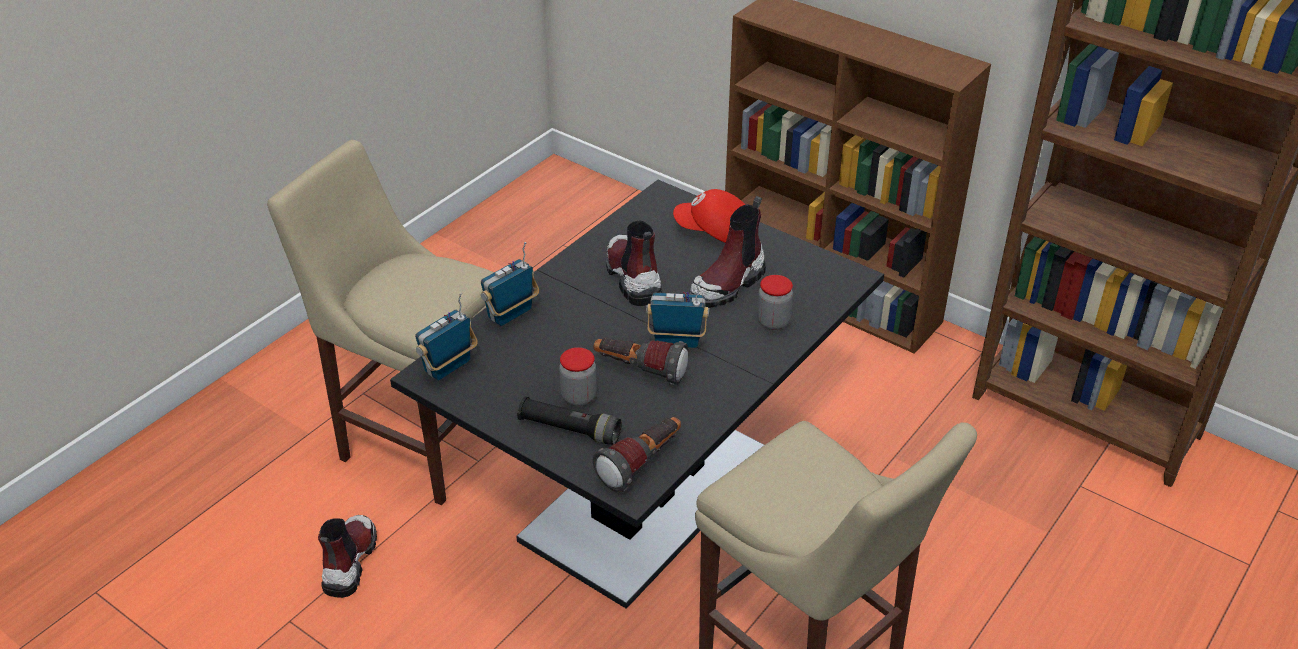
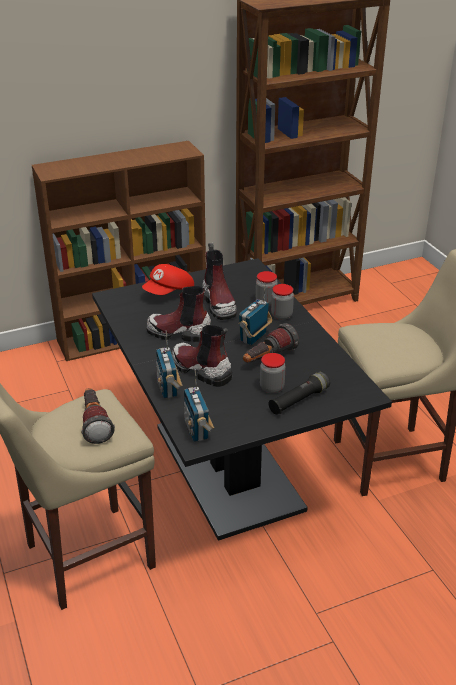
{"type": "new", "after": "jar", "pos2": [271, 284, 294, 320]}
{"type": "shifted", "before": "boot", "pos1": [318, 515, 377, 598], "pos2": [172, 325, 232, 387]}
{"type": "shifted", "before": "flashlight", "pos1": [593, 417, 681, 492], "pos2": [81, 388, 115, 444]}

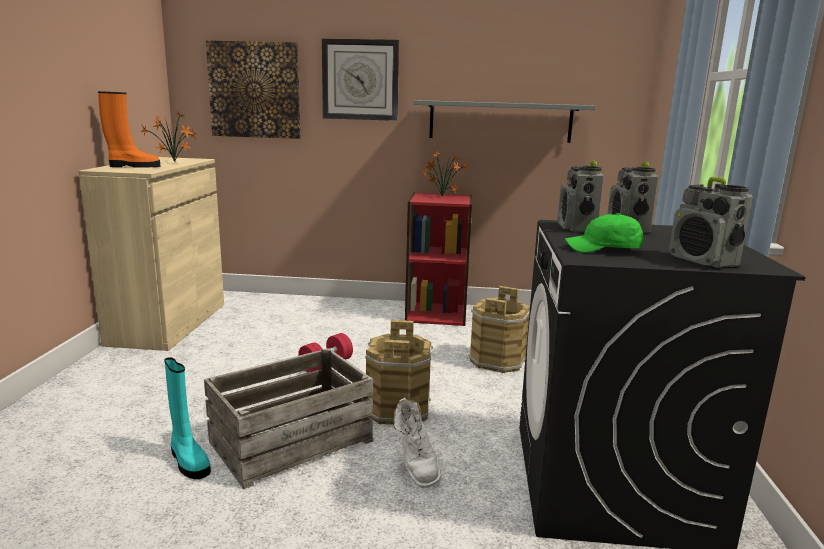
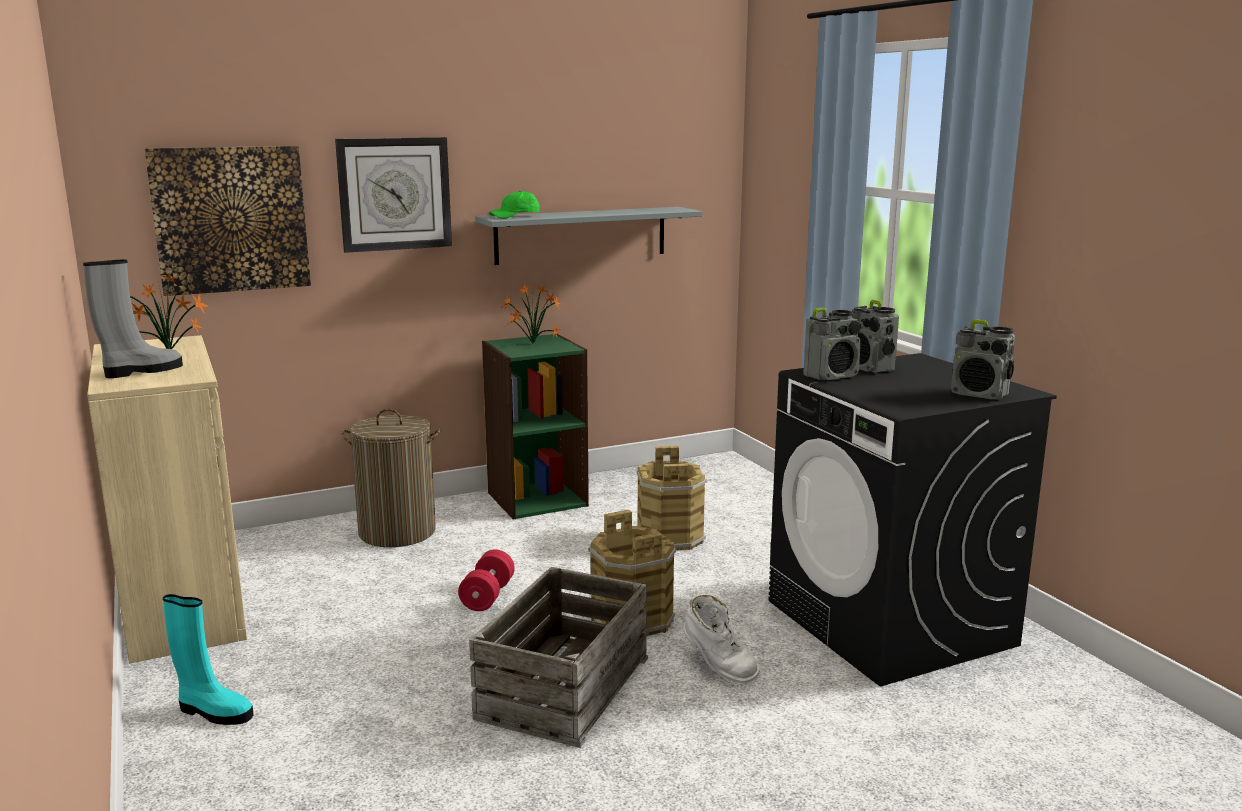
{"type": "new", "after": "laundry basket", "pos2": [341, 409, 440, 547]}
{"type": "shifted", "before": "turquoise boot", "pos1": [164, 357, 211, 479], "pos2": [163, 594, 254, 725]}
{"type": "shifted", "before": "green cap", "pos1": [565, 213, 644, 253], "pos2": [489, 191, 540, 219]}
{"type": "repainted", "before": "orange boot", "after": "grey boot", "pos1": [98, 91, 160, 168], "pos2": [83, 260, 183, 378]}
{"type": "repainted", "before": "red bookcase", "after": "green bookcase", "pos1": [405, 192, 472, 326], "pos2": [482, 334, 589, 520]}
{"type": "rotated", "before": "radio", "pos1": [558, 160, 604, 232], "pos2": [803, 307, 861, 380], "turn": -90}

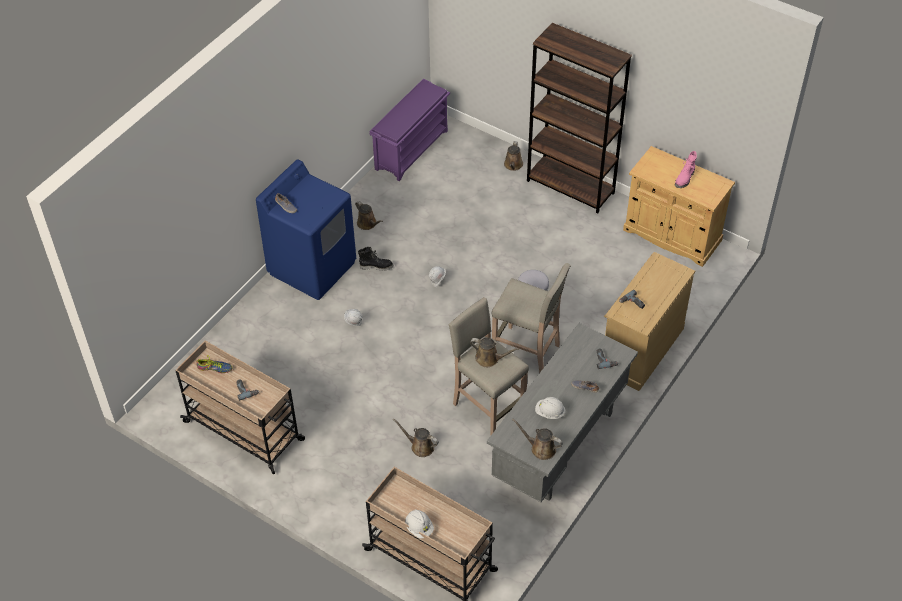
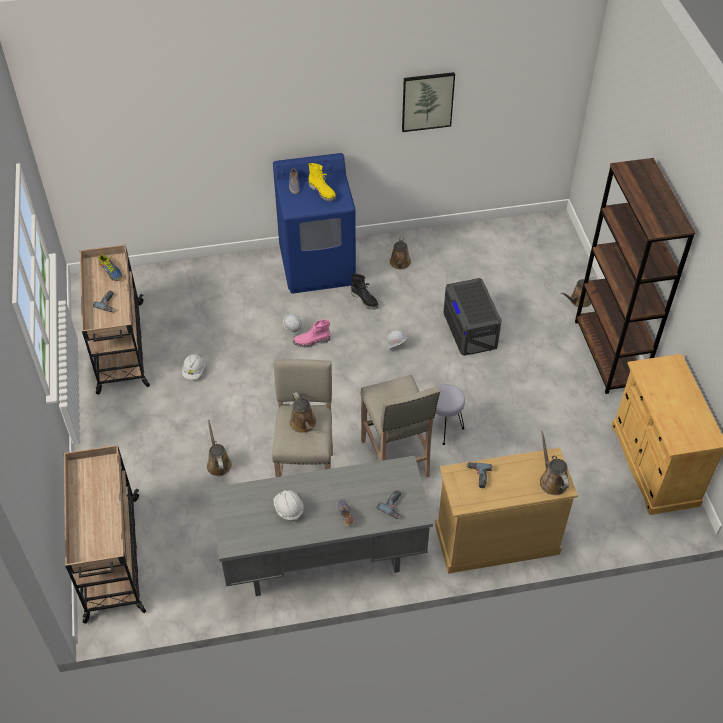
{"type": "gone", "before": "purple shoe rack", "pos1": [369, 79, 450, 181]}
{"type": "new", "after": "yellow boot", "pos2": [308, 163, 336, 201]}
{"type": "new", "after": "picture", "pos2": [402, 72, 455, 132]}
{"type": "new", "after": "grey storage box", "pos2": [443, 278, 502, 356]}
{"type": "shifted", "before": "white hard hat", "pos1": [405, 510, 434, 539], "pos2": [182, 354, 205, 380]}
{"type": "shifted", "before": "brown watering can", "pos1": [512, 419, 563, 460], "pos2": [540, 431, 569, 495]}
{"type": "shifted", "before": "pink boot", "pos1": [675, 151, 697, 188], "pos2": [293, 320, 330, 348]}

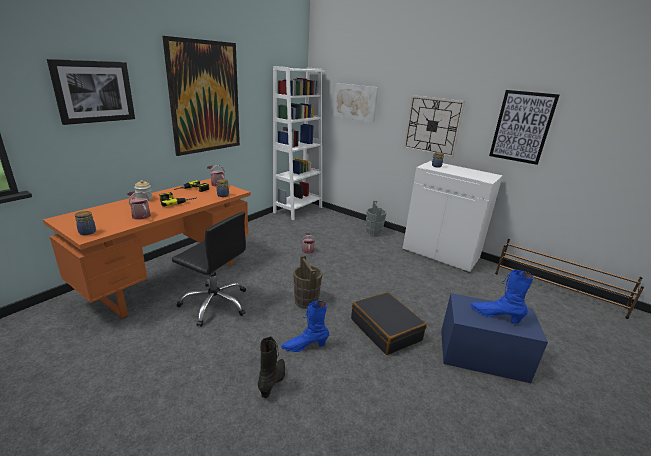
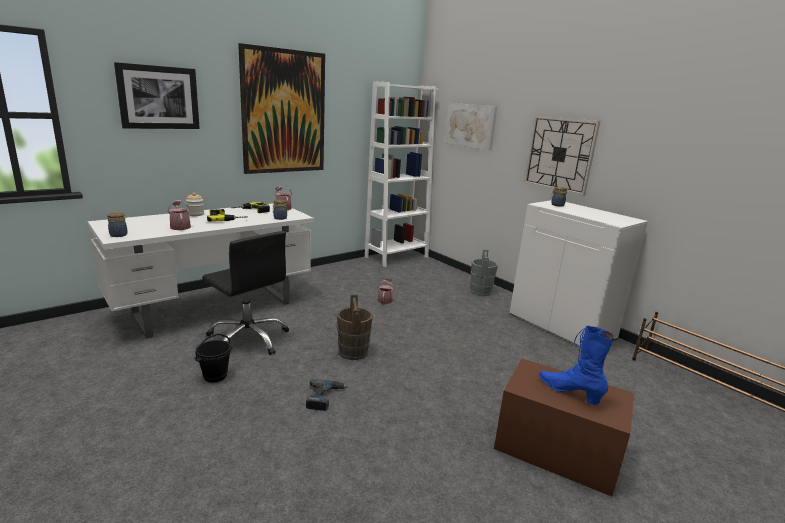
{"type": "gone", "before": "black boot", "pos1": [258, 336, 285, 398]}
{"type": "gone", "before": "black suitcase", "pos1": [351, 292, 427, 355]}
{"type": "gone", "before": "picture", "pos1": [489, 90, 560, 165]}
{"type": "new", "after": "black bucket", "pos2": [194, 334, 232, 383]}
{"type": "swapped", "before": "blue boot", "after": "power drill", "pos1": [281, 300, 329, 352], "pos2": [306, 379, 348, 411]}
{"type": "repainted", "before": "orange desk", "after": "white desk", "pos1": [43, 178, 251, 319], "pos2": [88, 203, 314, 338]}
{"type": "repainted", "before": "blue storage box", "after": "brown storage box", "pos1": [441, 293, 548, 383], "pos2": [494, 358, 634, 497]}

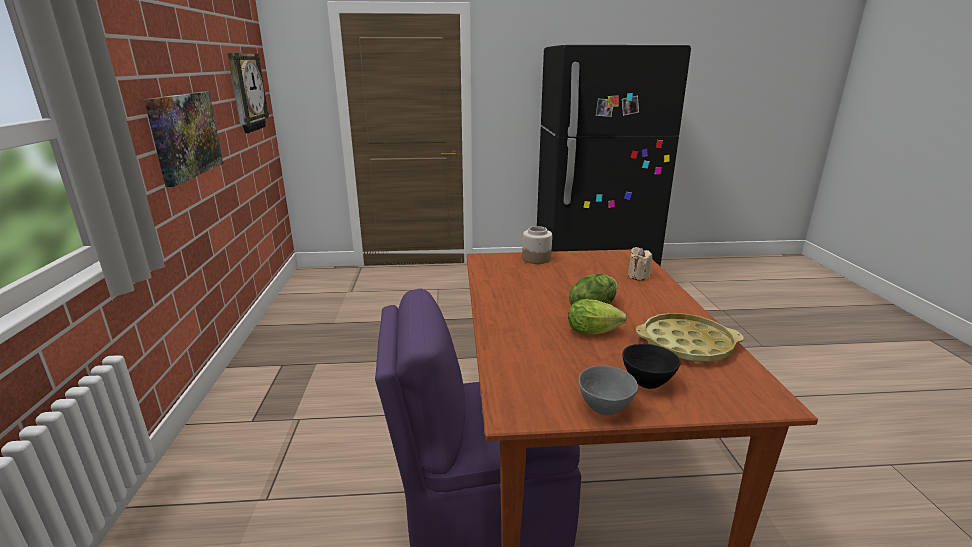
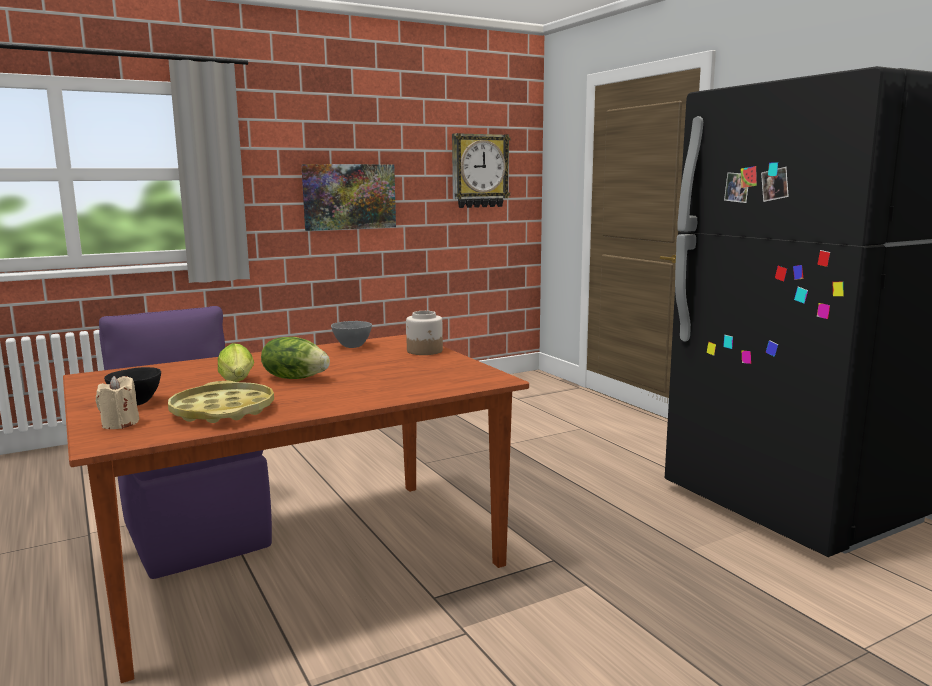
{"type": "shifted", "before": "grey bowl", "pos1": [579, 365, 638, 415], "pos2": [331, 321, 372, 348]}
{"type": "shifted", "before": "beige candle", "pos1": [628, 247, 652, 280], "pos2": [96, 376, 139, 429]}

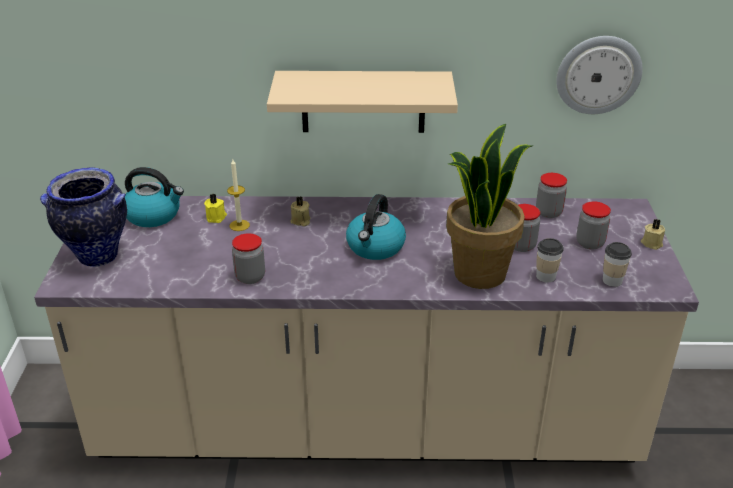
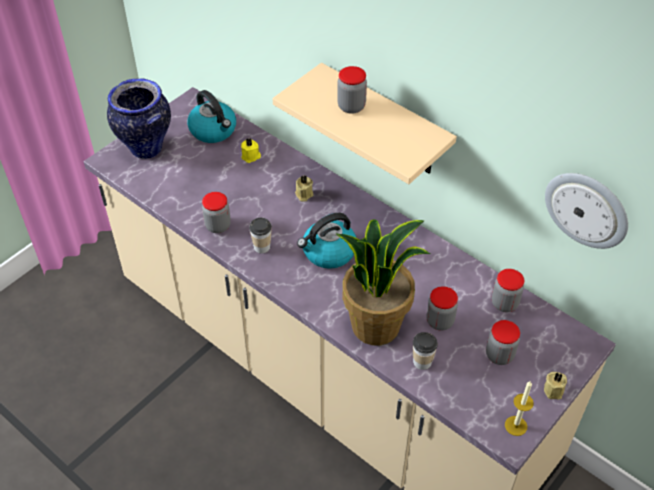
{"type": "new", "after": "jar", "pos2": [337, 66, 367, 114]}
{"type": "shifted", "before": "candle", "pos1": [227, 159, 250, 231], "pos2": [505, 381, 534, 436]}
{"type": "shifted", "before": "cup", "pos1": [603, 242, 632, 287], "pos2": [249, 217, 272, 254]}

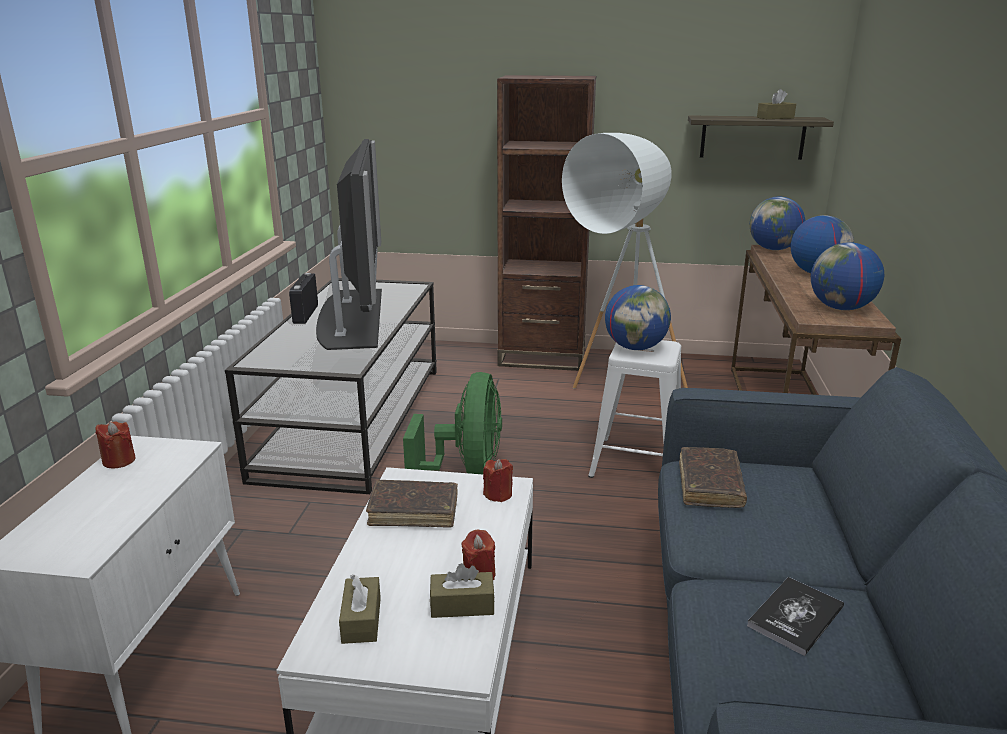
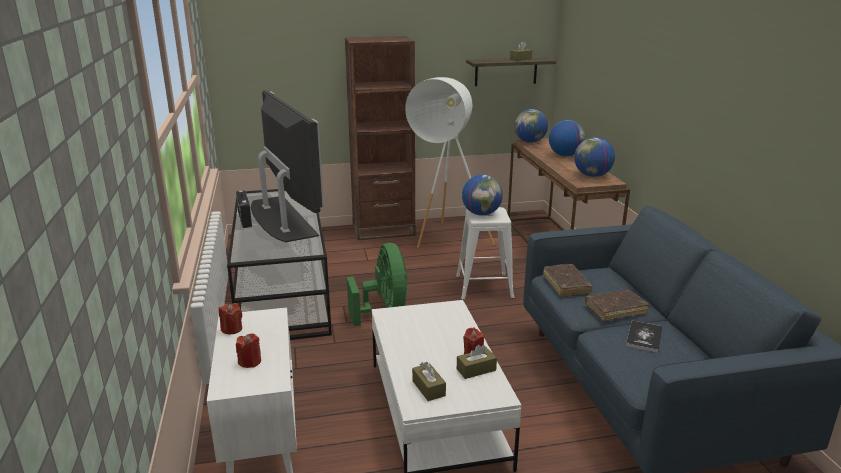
{"type": "shifted", "before": "brown book", "pos1": [366, 480, 458, 528], "pos2": [585, 290, 649, 322]}
{"type": "shifted", "before": "red candle", "pos1": [483, 459, 513, 502], "pos2": [236, 333, 261, 368]}

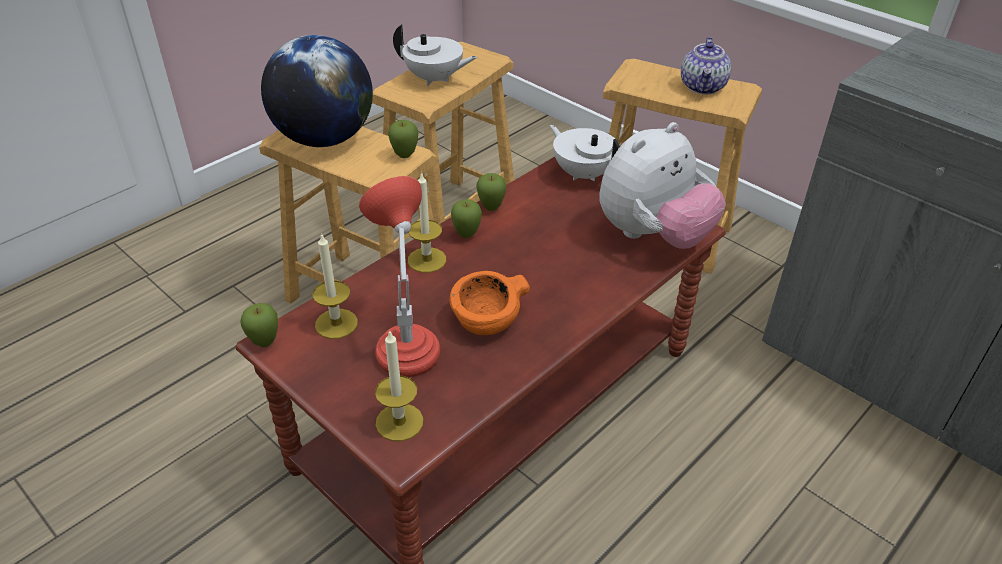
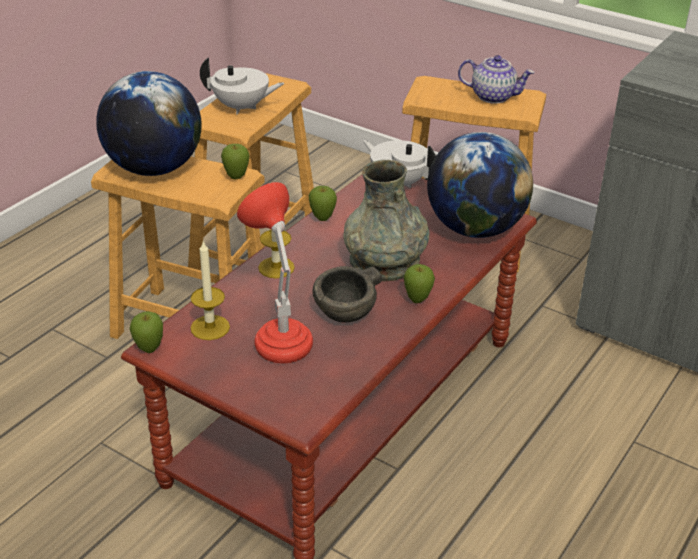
{"type": "gone", "before": "candle", "pos1": [375, 330, 424, 441]}
{"type": "new", "after": "grey vase", "pos2": [344, 160, 429, 281]}
{"type": "shifted", "before": "apple", "pos1": [451, 199, 482, 238], "pos2": [404, 264, 435, 303]}
{"type": "swapped", "before": "plush toy", "after": "globe", "pos1": [599, 122, 726, 249], "pos2": [427, 132, 533, 238]}
{"type": "repainted", "before": "orange bowl", "after": "grey bowl", "pos1": [450, 271, 530, 335], "pos2": [313, 266, 382, 323]}
{"type": "rotated", "before": "teapot", "pos1": [681, 37, 731, 94], "pos2": [458, 55, 535, 104], "turn": -75}

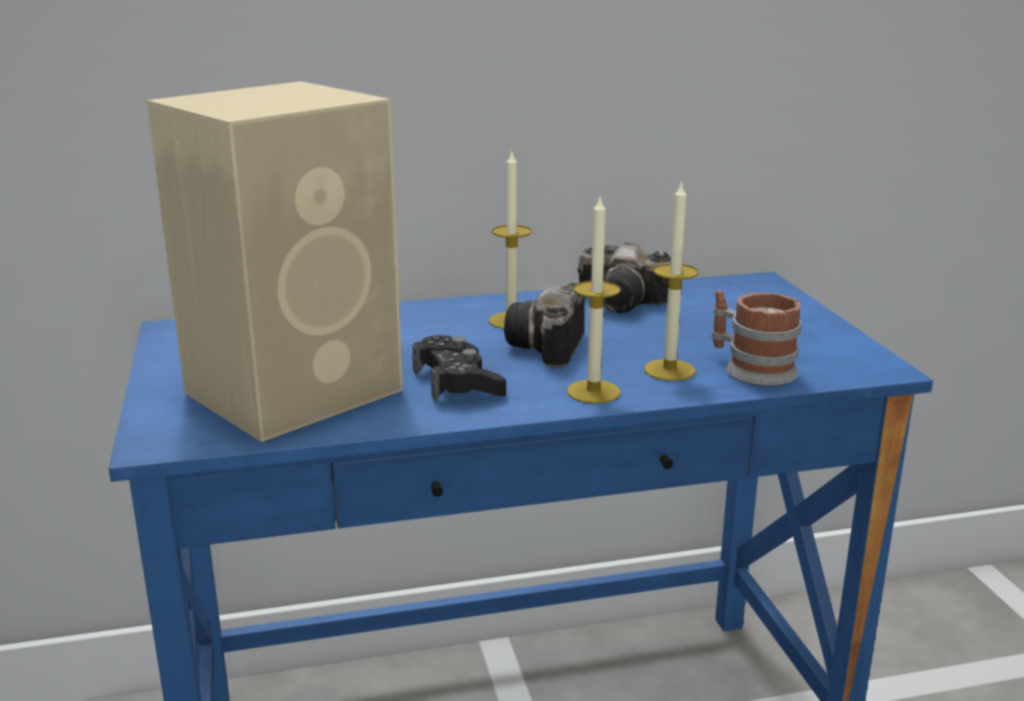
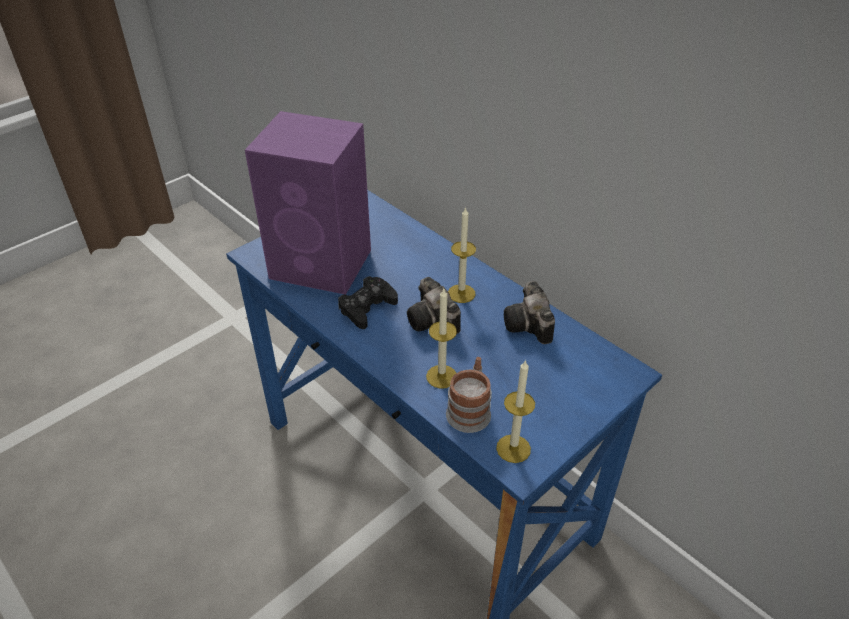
{"type": "shifted", "before": "candle", "pos1": [567, 194, 621, 404], "pos2": [496, 360, 535, 463]}
{"type": "repainted", "before": "beige speaker", "after": "purple speaker", "pos1": [147, 81, 403, 442], "pos2": [245, 111, 371, 294]}
{"type": "rotated", "before": "photo camera", "pos1": [504, 283, 585, 368], "pos2": [407, 277, 461, 334], "turn": -105}

